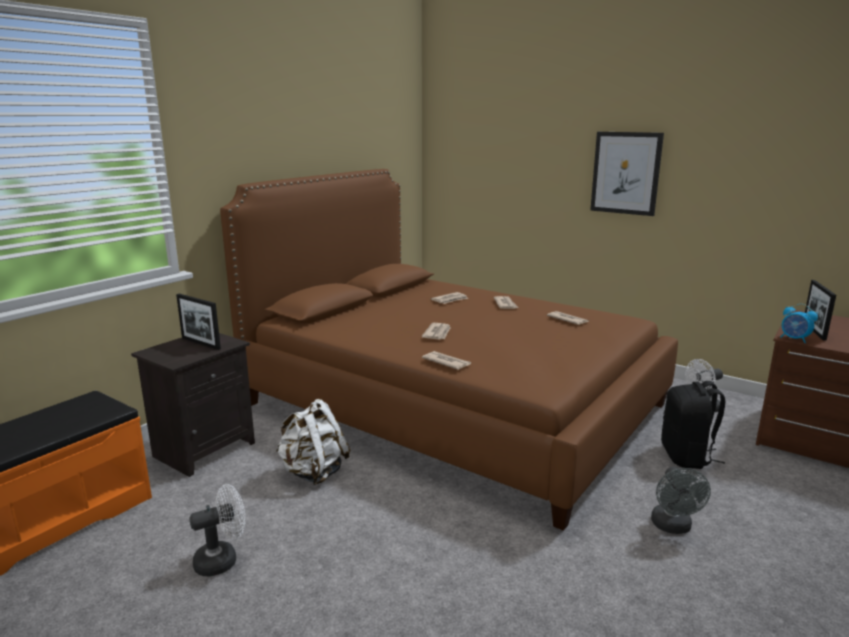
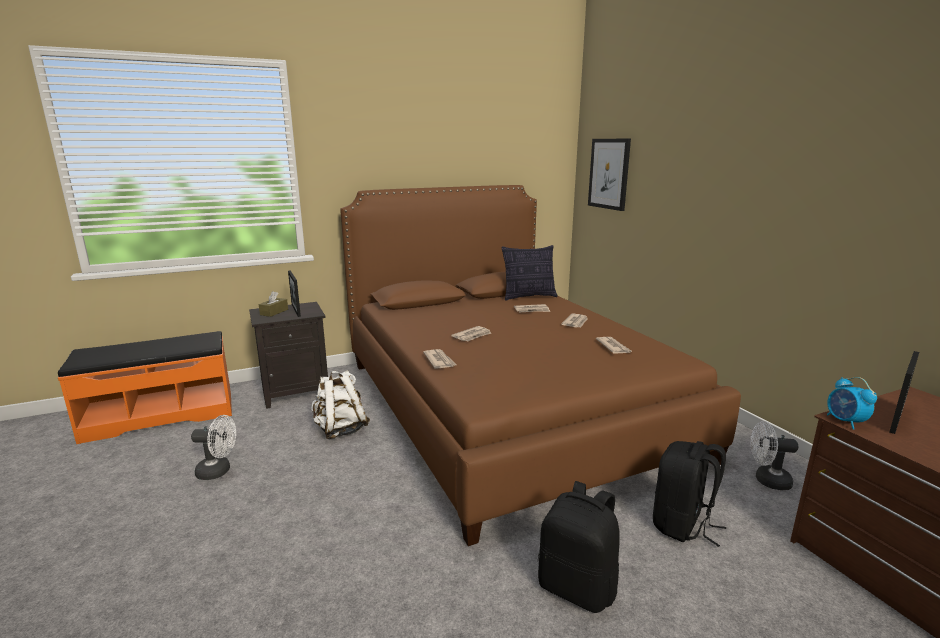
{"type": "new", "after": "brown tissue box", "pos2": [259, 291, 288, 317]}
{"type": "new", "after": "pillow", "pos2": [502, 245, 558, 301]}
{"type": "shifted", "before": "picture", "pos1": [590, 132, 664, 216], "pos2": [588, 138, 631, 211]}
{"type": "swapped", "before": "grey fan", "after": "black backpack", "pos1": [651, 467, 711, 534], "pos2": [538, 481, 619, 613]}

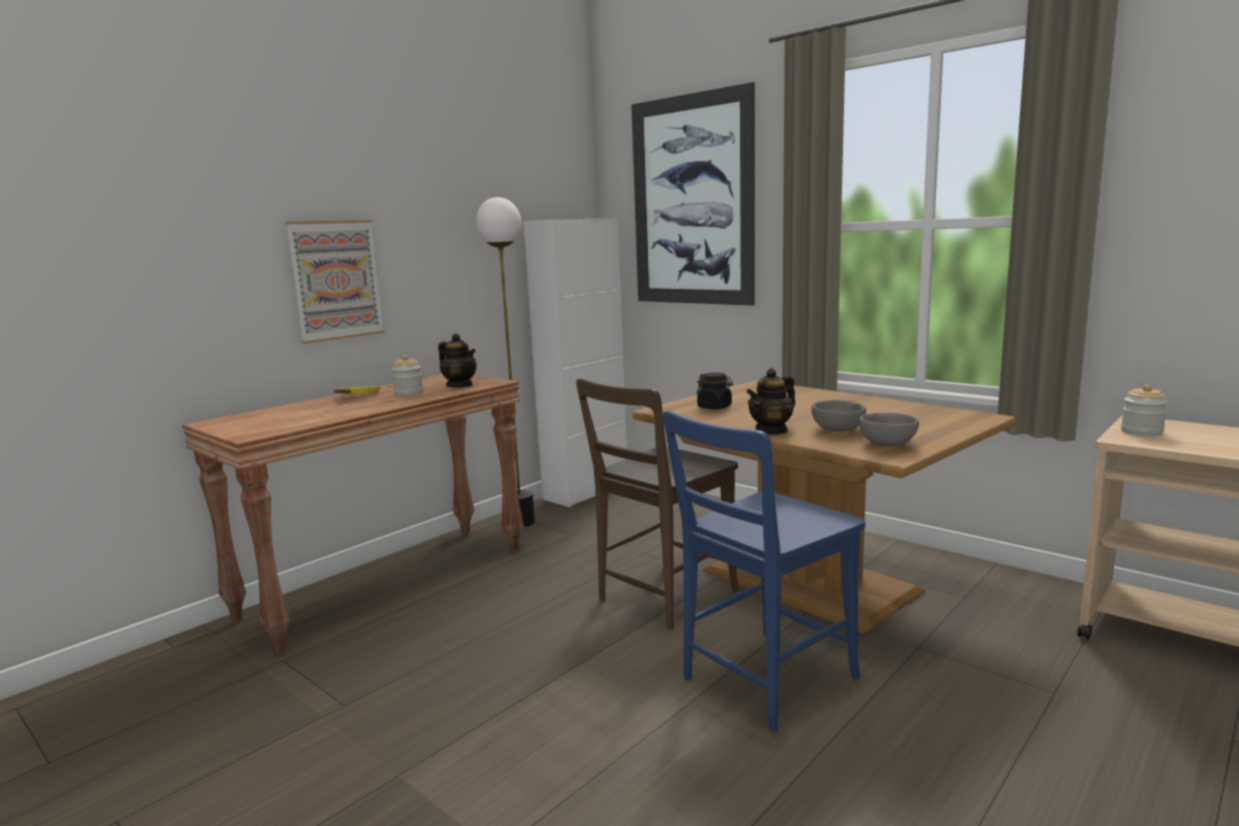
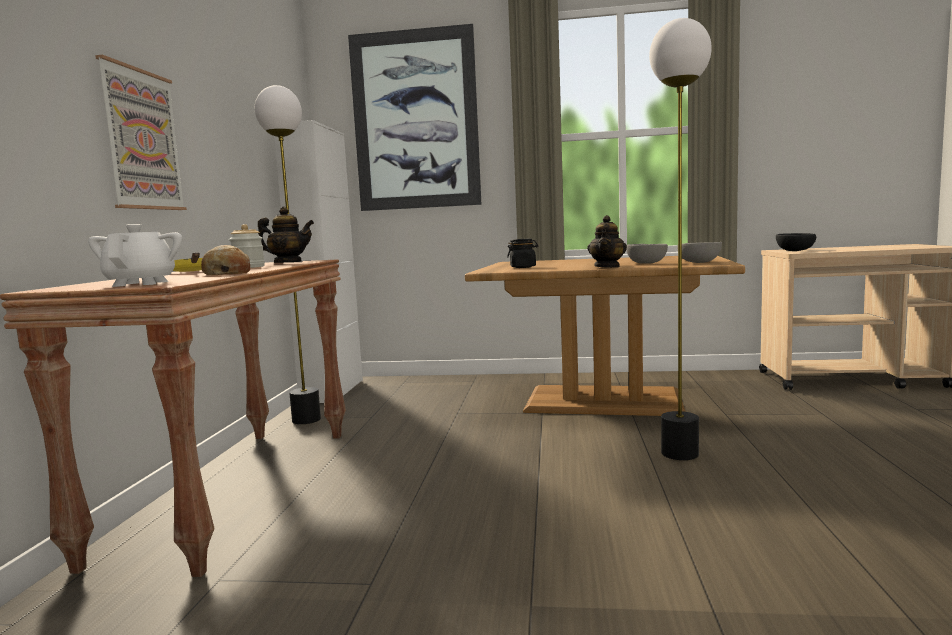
{"type": "gone", "before": "brown chair", "pos1": [576, 378, 739, 630]}
{"type": "new", "after": "white teapot", "pos2": [88, 224, 182, 287]}
{"type": "new", "after": "bread", "pos2": [201, 245, 250, 275]}
{"type": "swapped", "before": "blue chair", "after": "floor lamp", "pos1": [663, 410, 865, 731], "pos2": [649, 18, 711, 460]}
{"type": "swapped", "before": "jar", "after": "black bowl", "pos1": [1121, 384, 1168, 436], "pos2": [776, 233, 816, 251]}

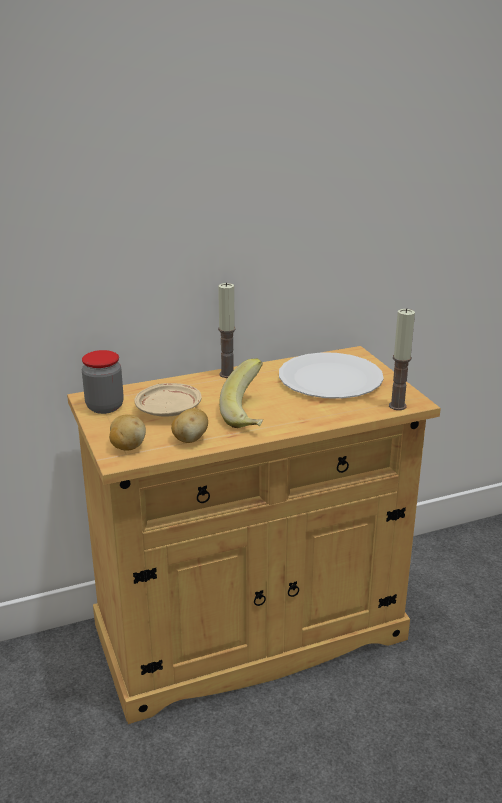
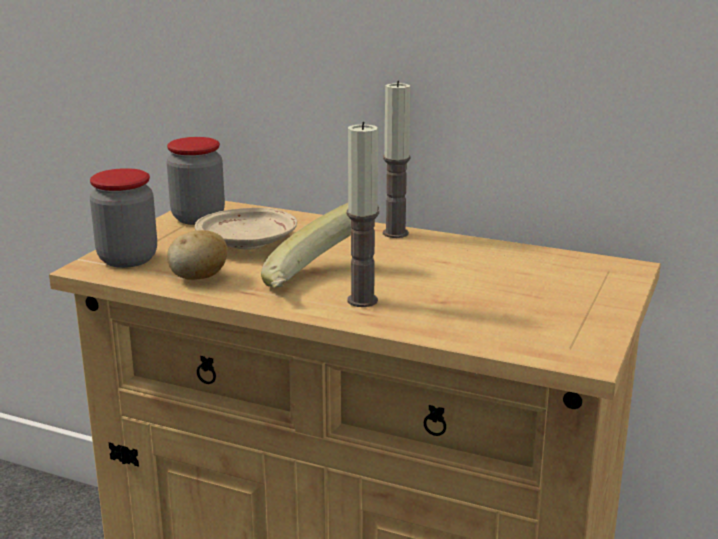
{"type": "gone", "before": "white plate", "pos1": [279, 352, 384, 399]}
{"type": "shifted", "before": "candle", "pos1": [389, 308, 415, 410], "pos2": [347, 122, 379, 307]}
{"type": "swapped", "before": "potato", "after": "jar", "pos1": [109, 414, 146, 451], "pos2": [90, 168, 157, 268]}

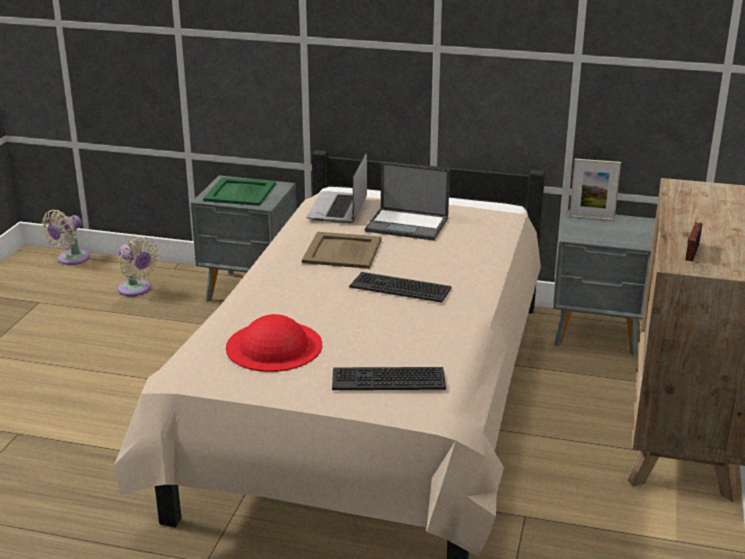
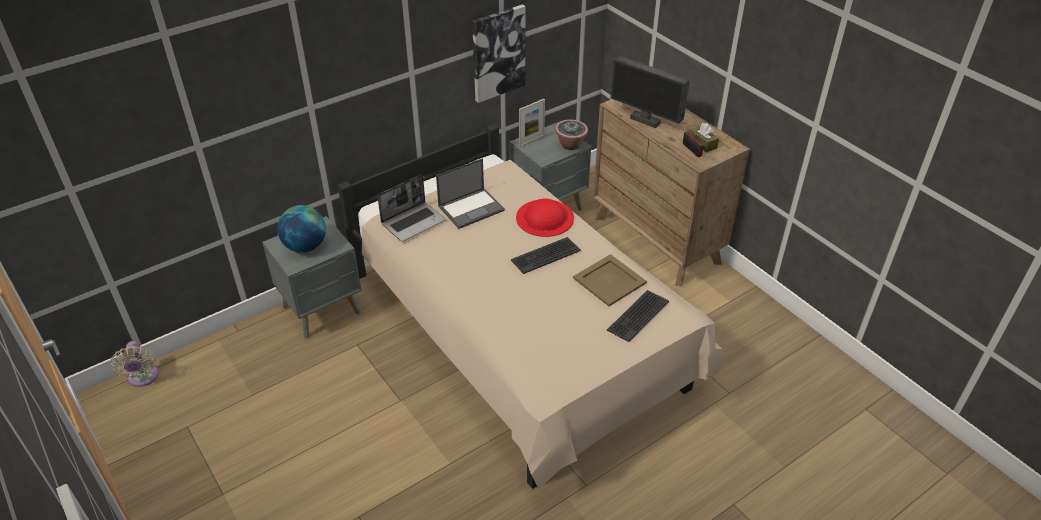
{"type": "gone", "before": "beige fan", "pos1": [118, 237, 159, 296]}
{"type": "new", "after": "picture", "pos2": [472, 4, 526, 103]}
{"type": "new", "after": "potted plant", "pos2": [555, 119, 588, 150]}
{"type": "new", "after": "monitor", "pos2": [611, 56, 690, 128]}
{"type": "new", "after": "brown tissue box", "pos2": [690, 123, 719, 153]}
{"type": "shifted", "before": "red hat", "pos1": [226, 314, 322, 372], "pos2": [516, 198, 574, 237]}
{"type": "shifted", "before": "beige tray", "pos1": [302, 232, 382, 269], "pos2": [573, 254, 647, 306]}
{"type": "swapped", "before": "green tray", "after": "globe", "pos1": [203, 177, 276, 206], "pos2": [277, 205, 326, 253]}
{"type": "rotated", "before": "laptop", "pos1": [307, 153, 367, 223], "pos2": [377, 174, 446, 242], "turn": -90}

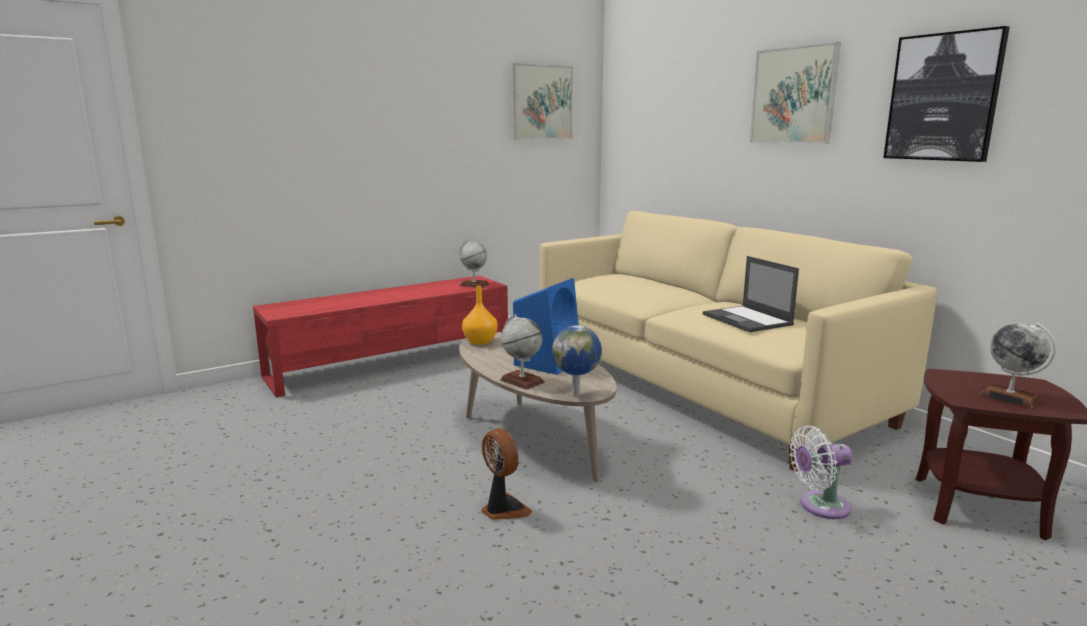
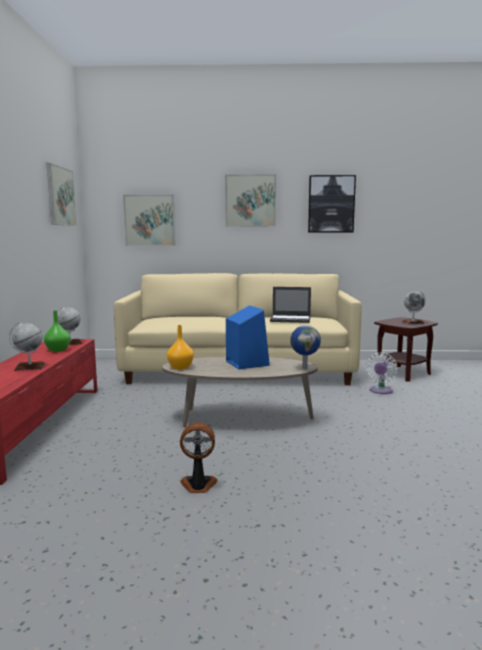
{"type": "new", "after": "green vase", "pos2": [44, 310, 70, 352]}
{"type": "new", "after": "picture", "pos2": [123, 195, 175, 246]}
{"type": "shifted", "before": "fan", "pos1": [481, 428, 532, 520], "pos2": [180, 422, 218, 493]}
{"type": "shifted", "before": "globe", "pos1": [500, 314, 545, 390], "pos2": [9, 322, 45, 371]}

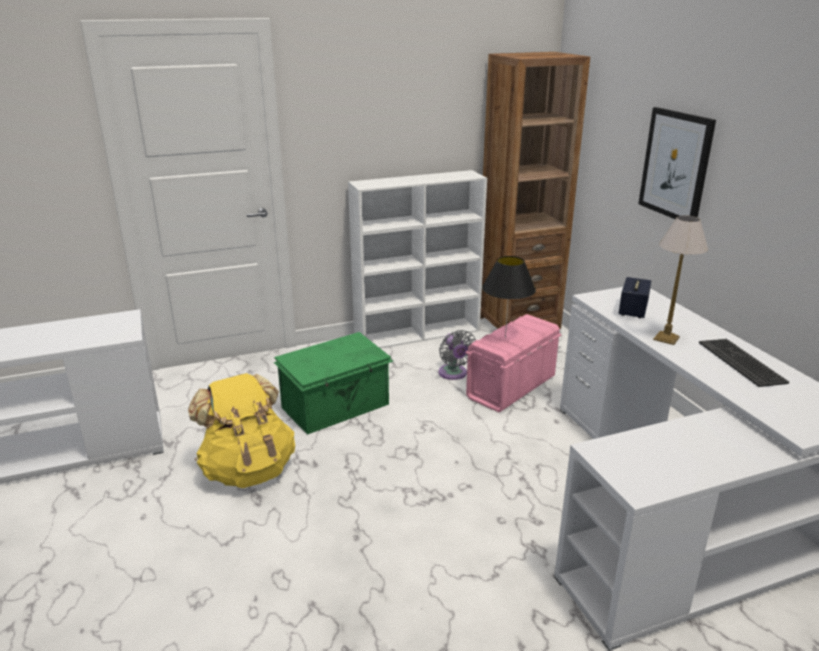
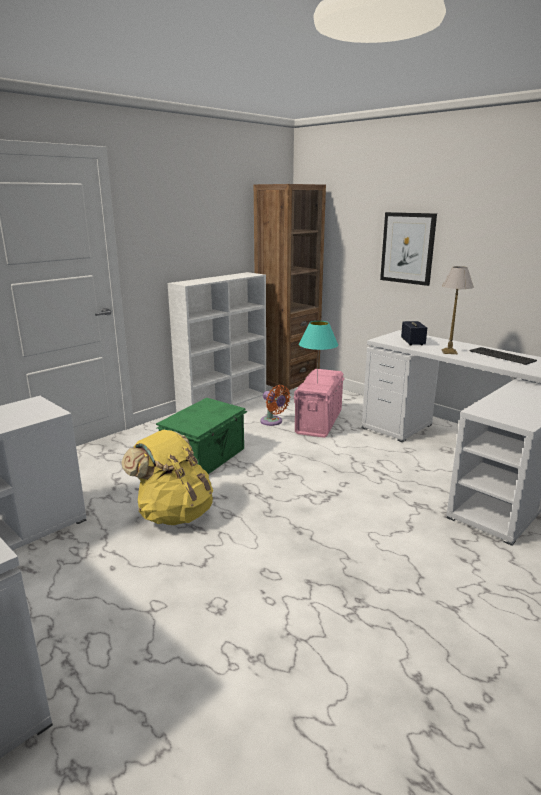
{"type": "repainted", "before": "grey fan", "after": "orange fan", "pos1": [439, 330, 476, 380], "pos2": [260, 385, 290, 426]}
{"type": "repainted", "before": "black table lamp", "after": "turquoise table lamp", "pos1": [482, 256, 536, 339], "pos2": [299, 321, 338, 382]}

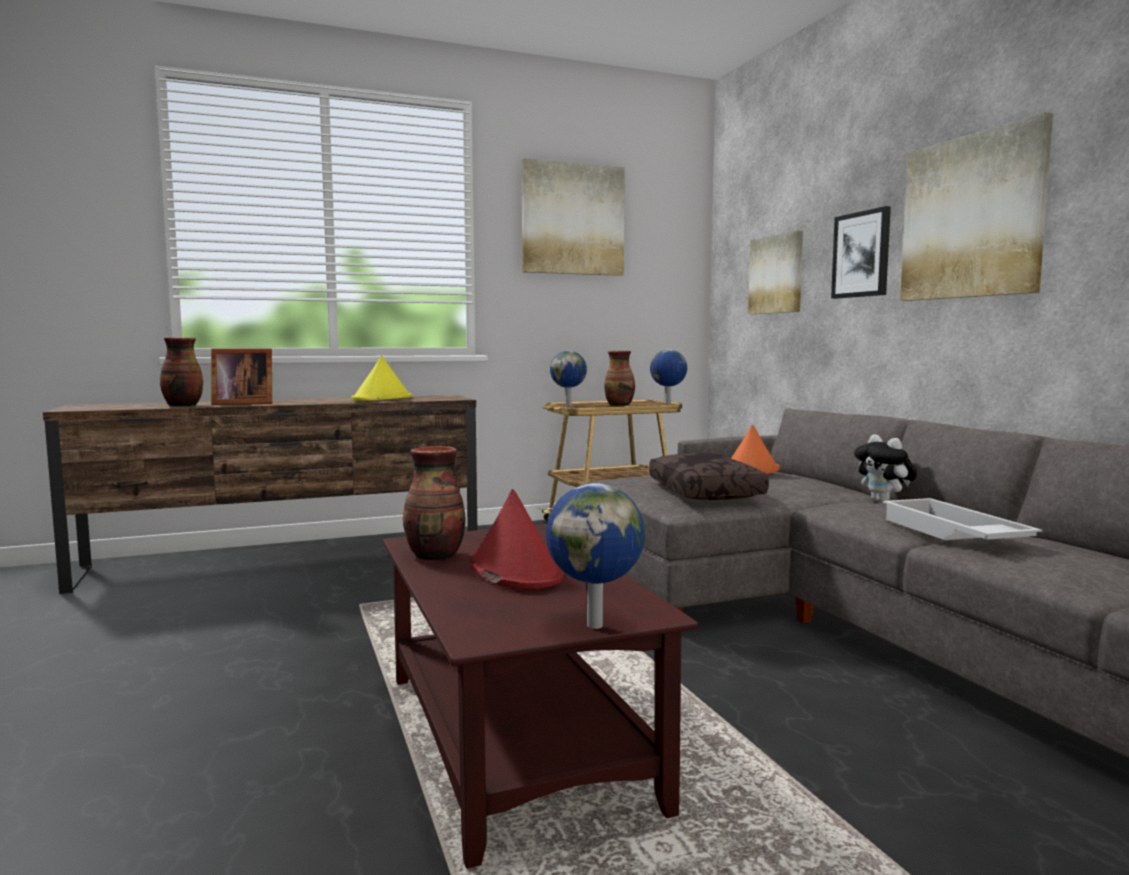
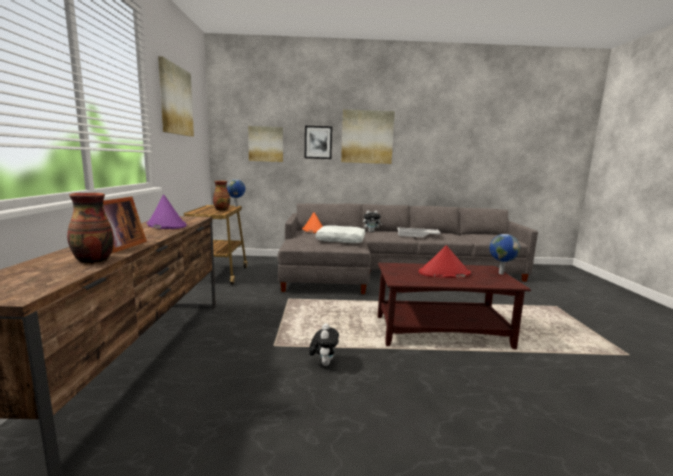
{"type": "gone", "before": "vase", "pos1": [403, 446, 465, 560]}
{"type": "gone", "before": "globe", "pos1": [550, 351, 587, 405]}
{"type": "new", "after": "plush toy", "pos2": [309, 323, 339, 366]}
{"type": "repainted", "before": "yellow hat", "after": "purple hat", "pos1": [351, 356, 412, 401], "pos2": [147, 194, 187, 229]}
{"type": "repainted", "before": "brown pillow", "after": "white pillow", "pos1": [649, 453, 769, 500], "pos2": [316, 225, 365, 243]}

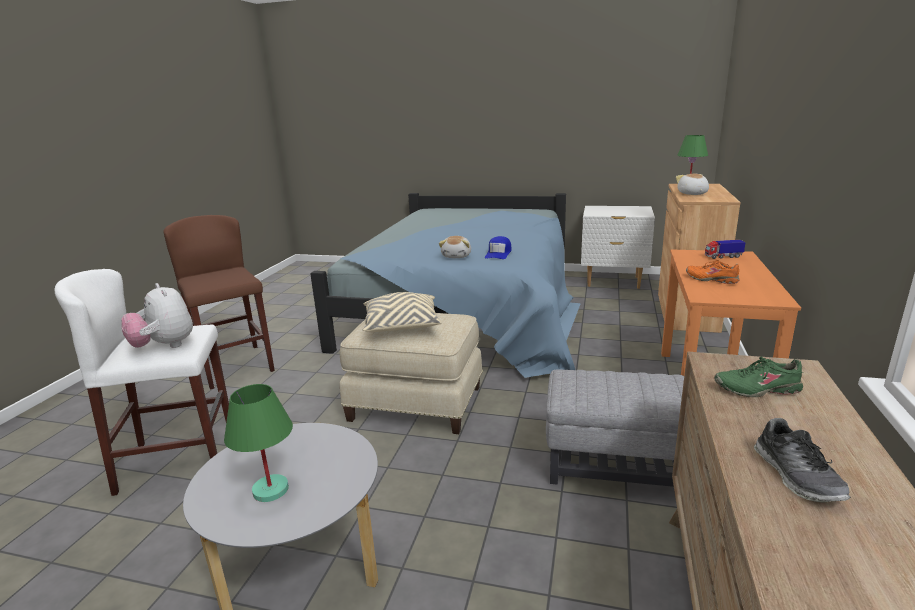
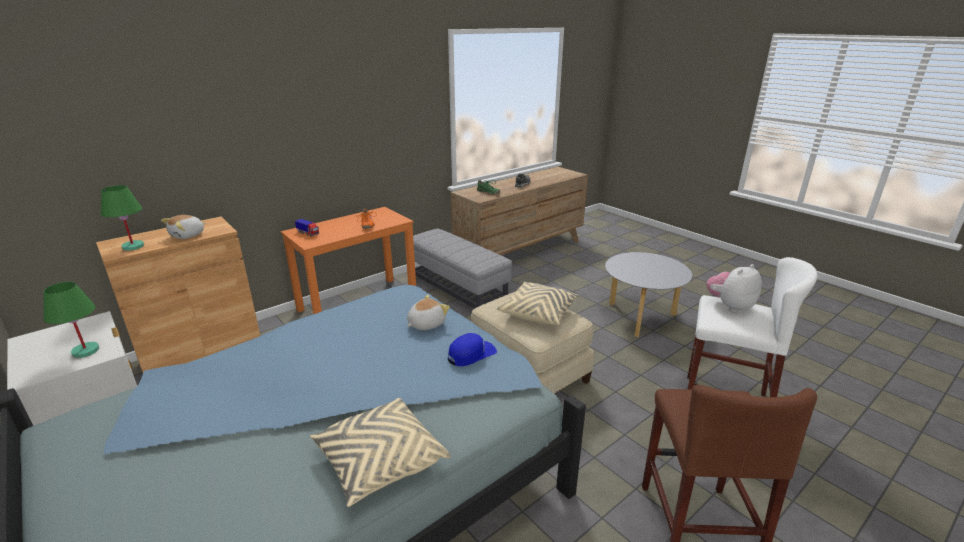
{"type": "new", "after": "beige pillow", "pos2": [310, 398, 451, 507]}
{"type": "shifted", "before": "green table lamp", "pos1": [224, 384, 293, 502], "pos2": [43, 282, 99, 358]}
{"type": "shifted", "before": "blue cap", "pos1": [485, 236, 512, 259], "pos2": [448, 333, 497, 366]}
{"type": "rotated", "before": "plush toy", "pos1": [121, 283, 193, 348], "pos2": [706, 264, 762, 313], "turn": -120}

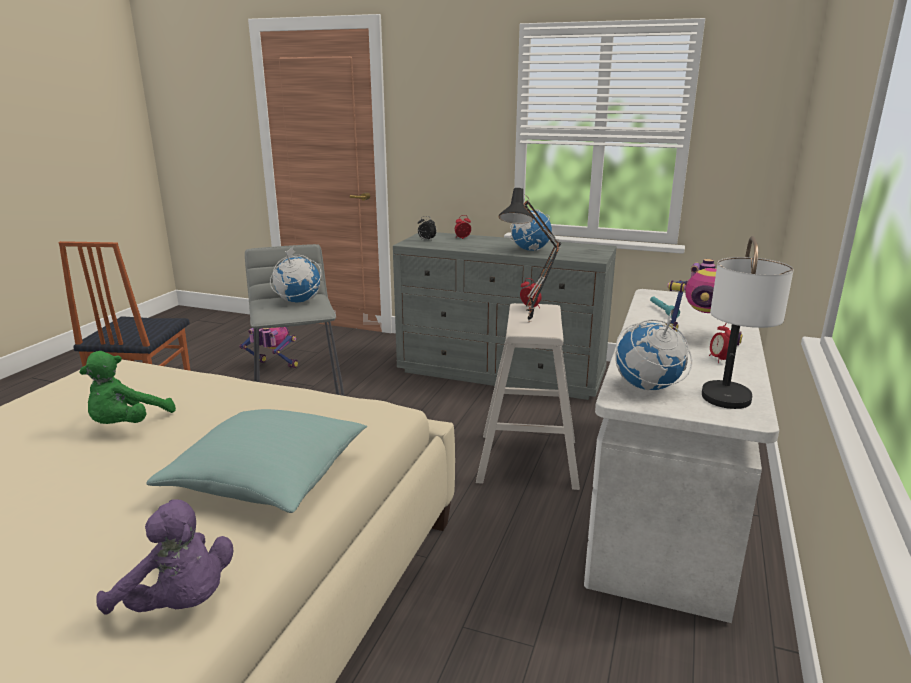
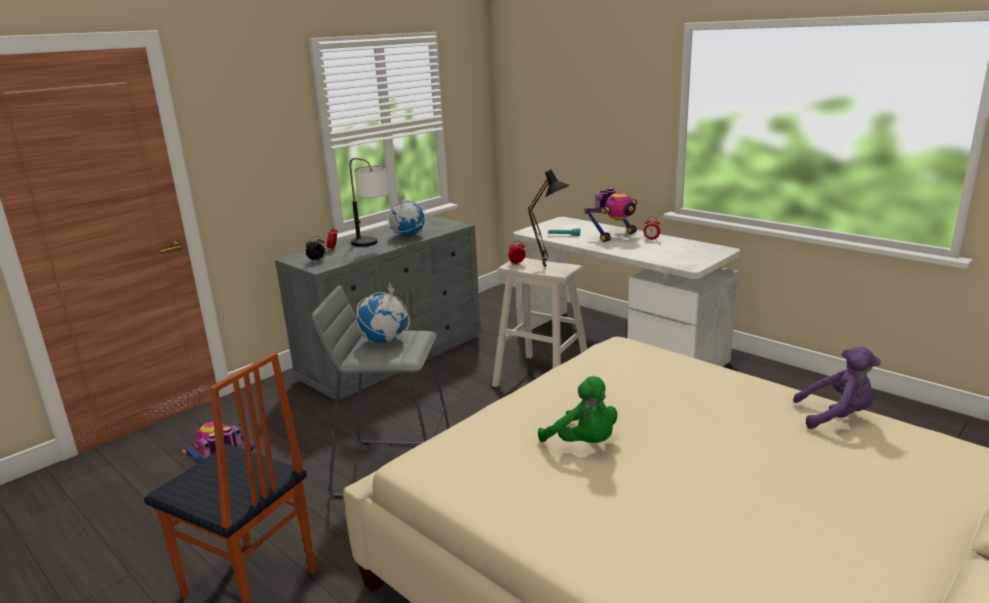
{"type": "gone", "before": "turquoise pillow", "pos1": [146, 409, 367, 513]}
{"type": "gone", "before": "globe", "pos1": [615, 309, 692, 390]}
{"type": "shifted", "before": "table lamp", "pos1": [702, 236, 794, 409], "pos2": [349, 158, 390, 247]}
{"type": "rotated", "before": "purple plush toy", "pos1": [96, 499, 233, 615], "pos2": [793, 347, 881, 429], "turn": 45}

